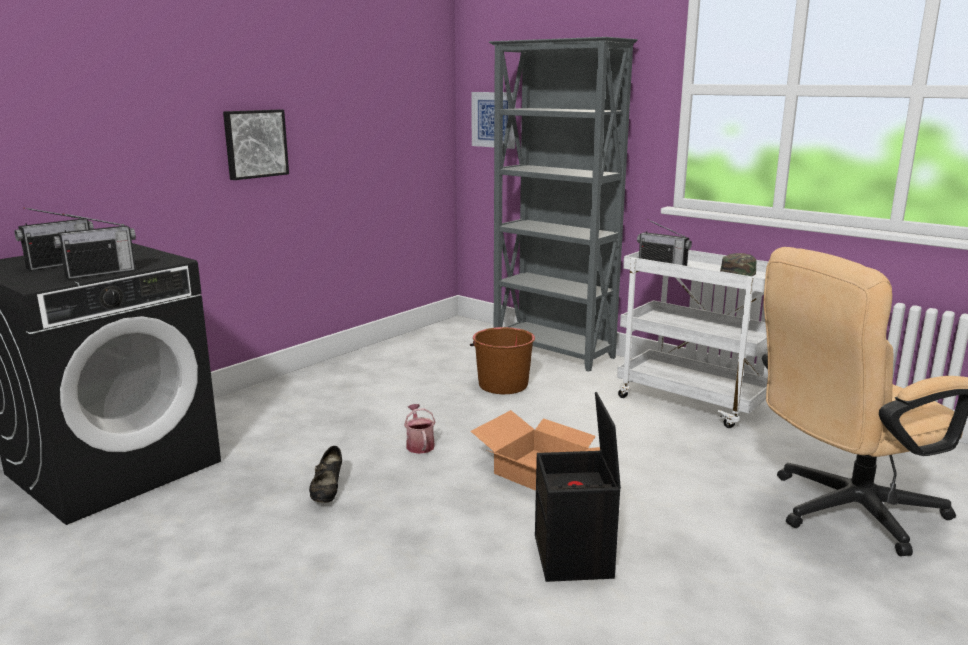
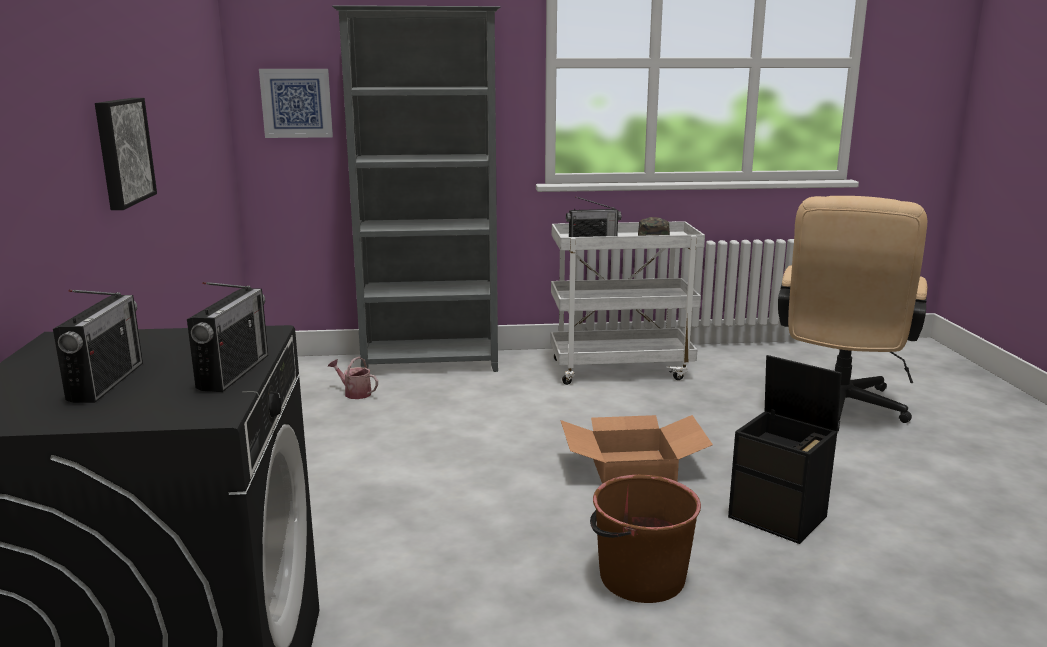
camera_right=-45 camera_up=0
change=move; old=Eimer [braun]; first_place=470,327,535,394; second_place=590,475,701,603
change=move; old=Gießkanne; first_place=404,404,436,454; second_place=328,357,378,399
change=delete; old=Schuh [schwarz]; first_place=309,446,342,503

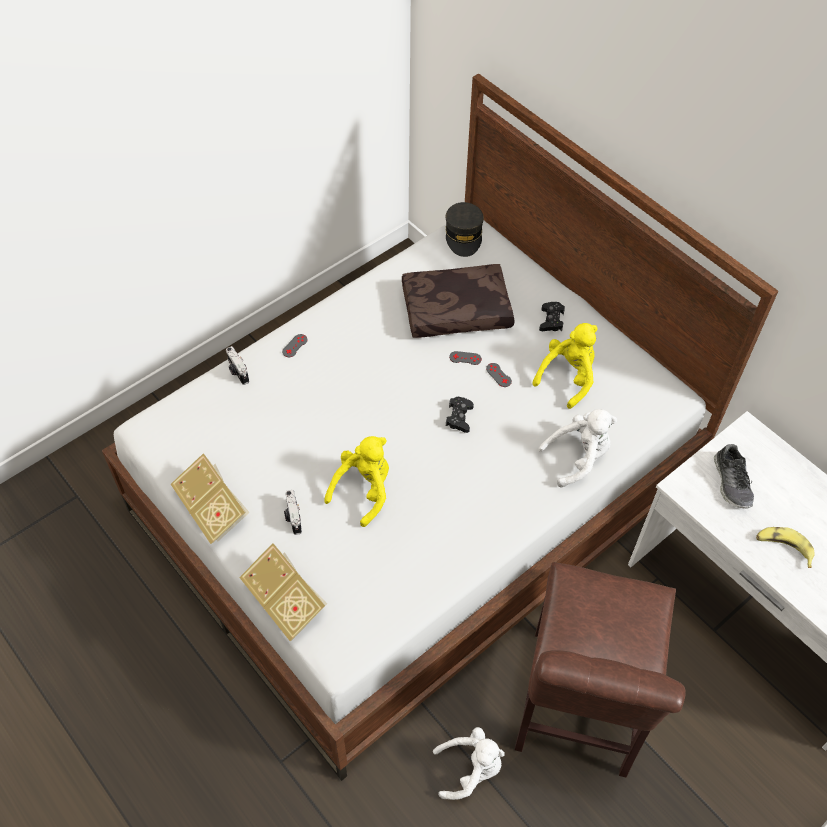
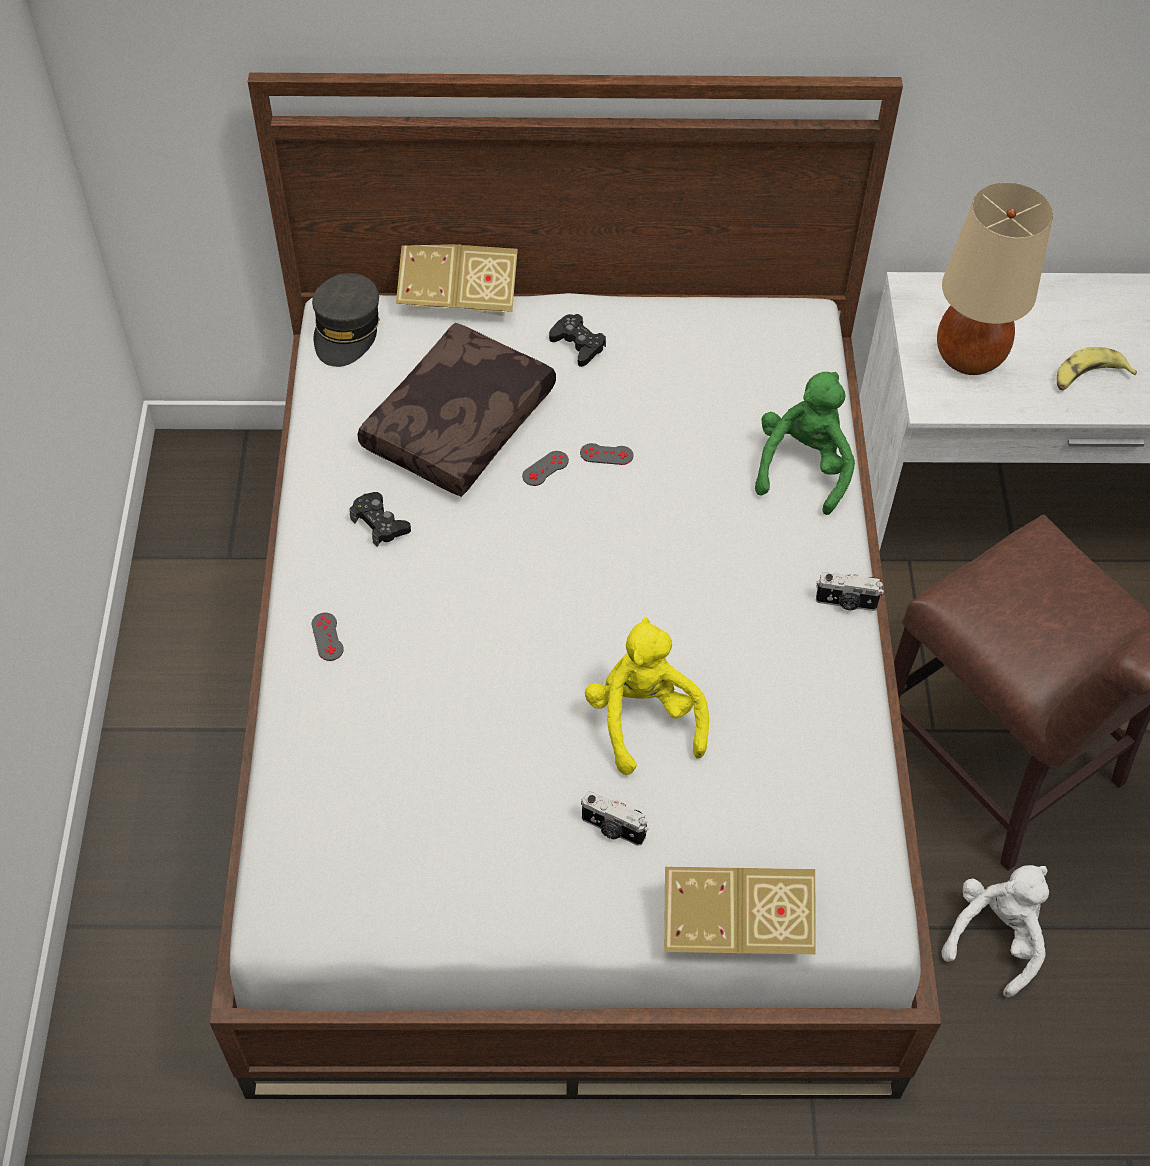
camera_right=-50 camera_up=0
change=rotate; old=Kappe [grau]; first_place=445,202,484,257; second_place=312,273,380,367; degrees=60
change=delete; old=Plüschtier [gelb]; first_place=533,323,598,409
change=move; old=Kamera; first_place=226,346,249,385; second_place=816,572,884,611
change=move; old=Gamepad [schwarz]; first_place=446,397,474,433; second_place=350,492,411,547
change=recolor; old=Plüschtier [weiß]; new=Plüschtier [grün]; first_place=538,409,617,487; second_place=755,372,855,515
change=replace; old=Schuh; new=Tischlampe [beige]; first_place=714,444,754,509; second_place=937,183,1053,375
change=move; old=Buch; first_place=171,453,250,544; second_place=396,244,518,316

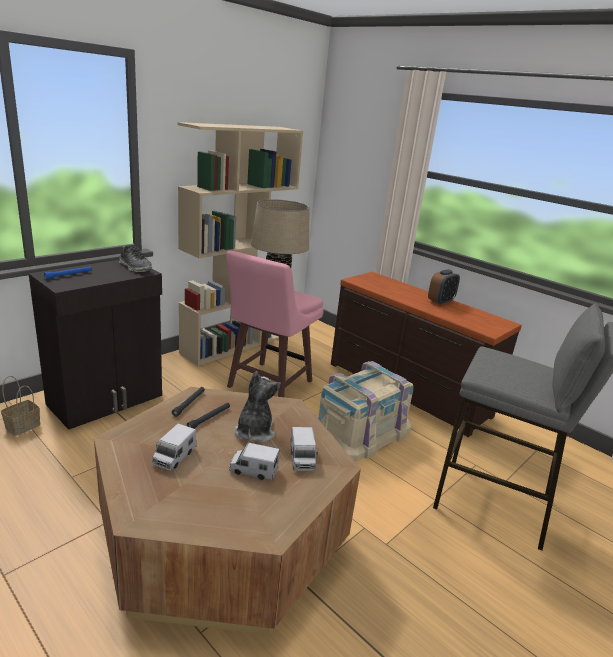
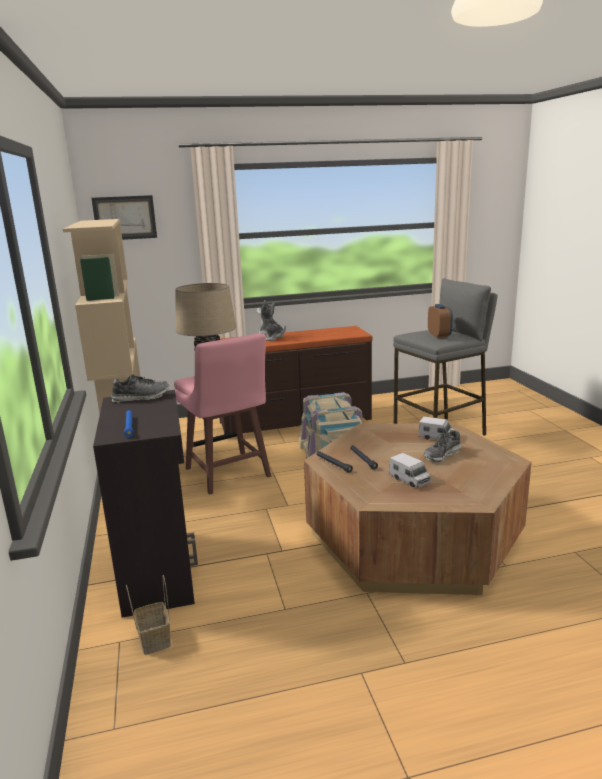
camera_right=-55 camera_up=-5
change=move; old=Wecker; first_place=428,269,460,305; second_place=428,304,453,338
change=move; old=Plüschtier; first_place=234,371,281,443; second_place=257,300,286,341
change=replace; old=Spielzeuglaster; new=Schuh; first_place=229,443,279,480; second_place=423,430,461,462
change=insert; new=Bild; second_place=91,195,157,240

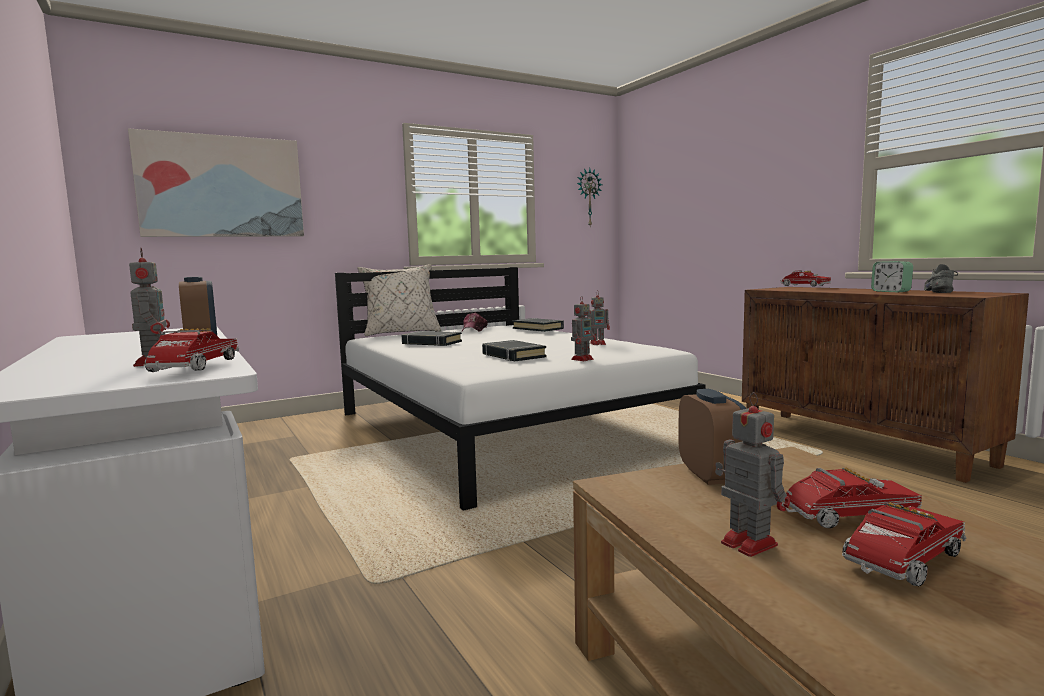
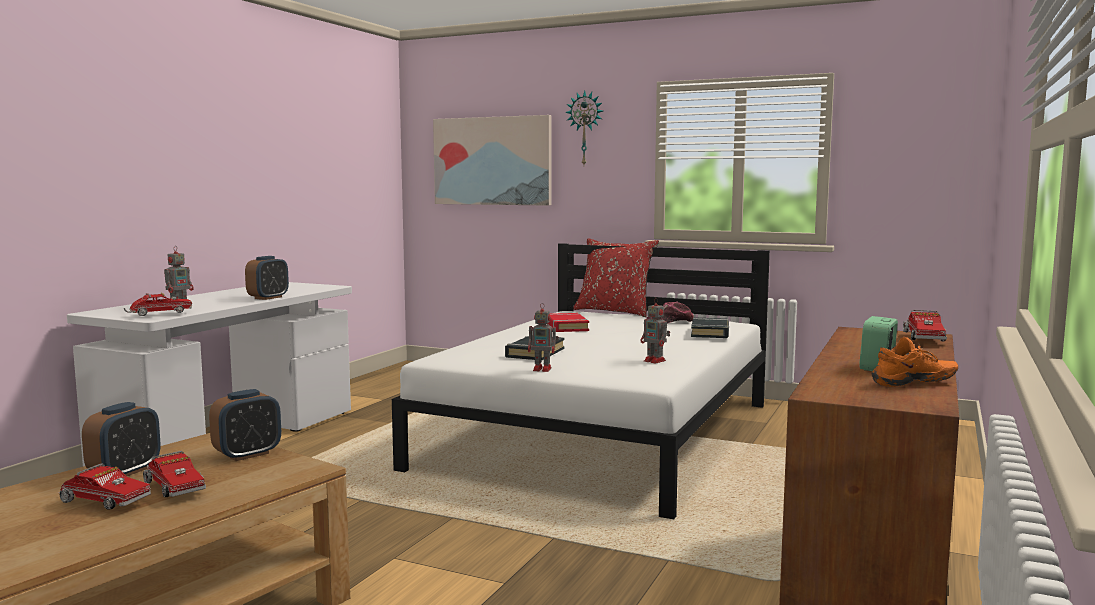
camera_right=55 camera_up=0
change=move; old=Wanduhr; first_place=577,168,602,226; second_place=565,90,603,165
change=recolor; old=Kissen [beige]; new=Kissen [rot]; first_place=357,264,441,336; second_place=573,238,659,317
change=recolor; old=Schuh [grau]; new=Schuh [orange]; first_place=924,264,958,293; second_place=872,337,958,387
change=recolor; old=Buch [schwarz]; new=Buch [rot]; first_place=402,331,462,346; second_place=547,313,589,332
change=replace; old=Spielzeugroboter; new=Wecker; first_place=715,392,790,557; second_place=82,402,160,476

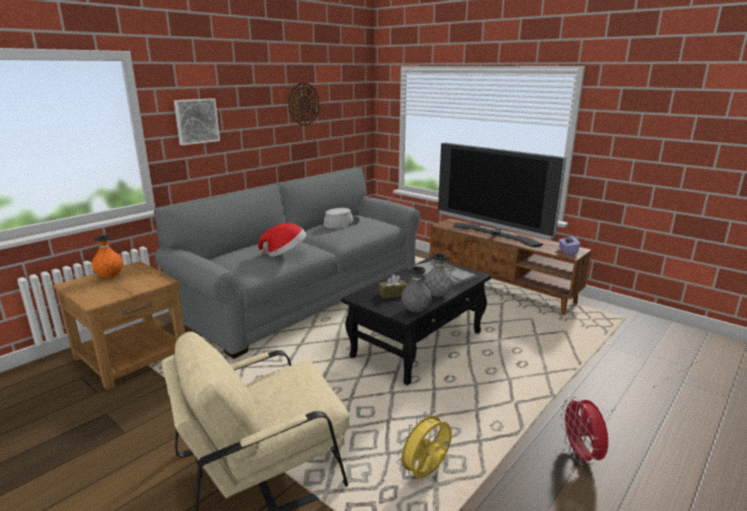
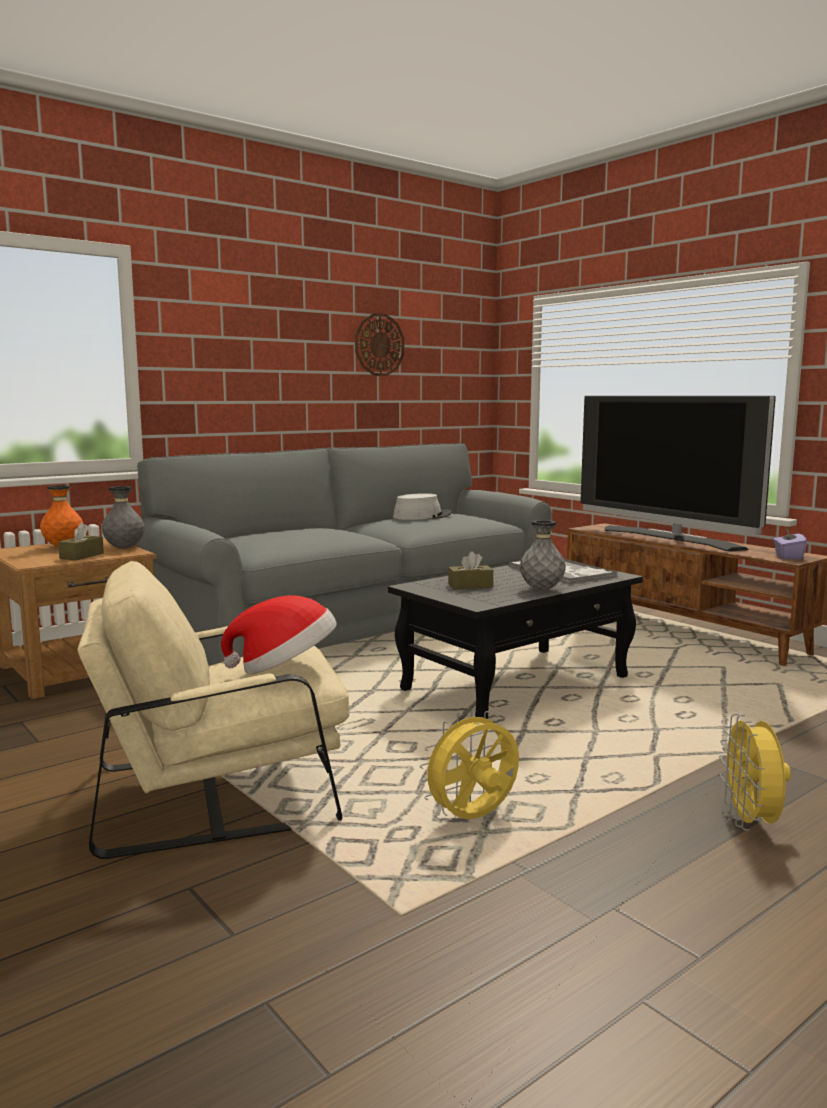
camera_right=10 camera_up=-10
change=delete; old=Bild; first_place=174,98,220,145
change=move; old=Hut; first_place=258,223,306,257; second_place=221,595,337,674
change=move; old=Vase [grau]; first_place=401,266,431,312; second_place=101,486,144,549
change=recolor; old=Ventilator [rot]; new=Ventilator [gelb]; first_place=560,397,608,465; second_place=719,714,791,831
change=insert; new=Taschentuchbox [braun]; second_place=58,523,104,560

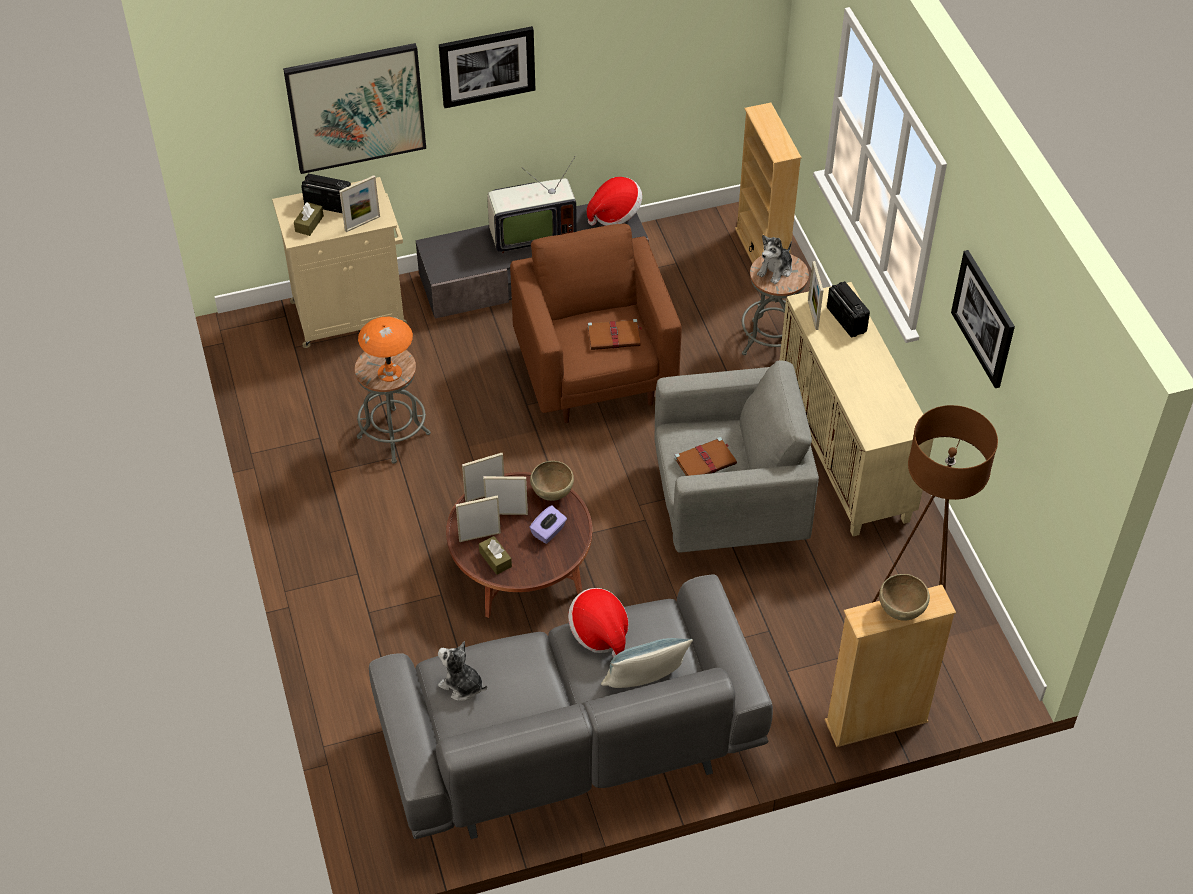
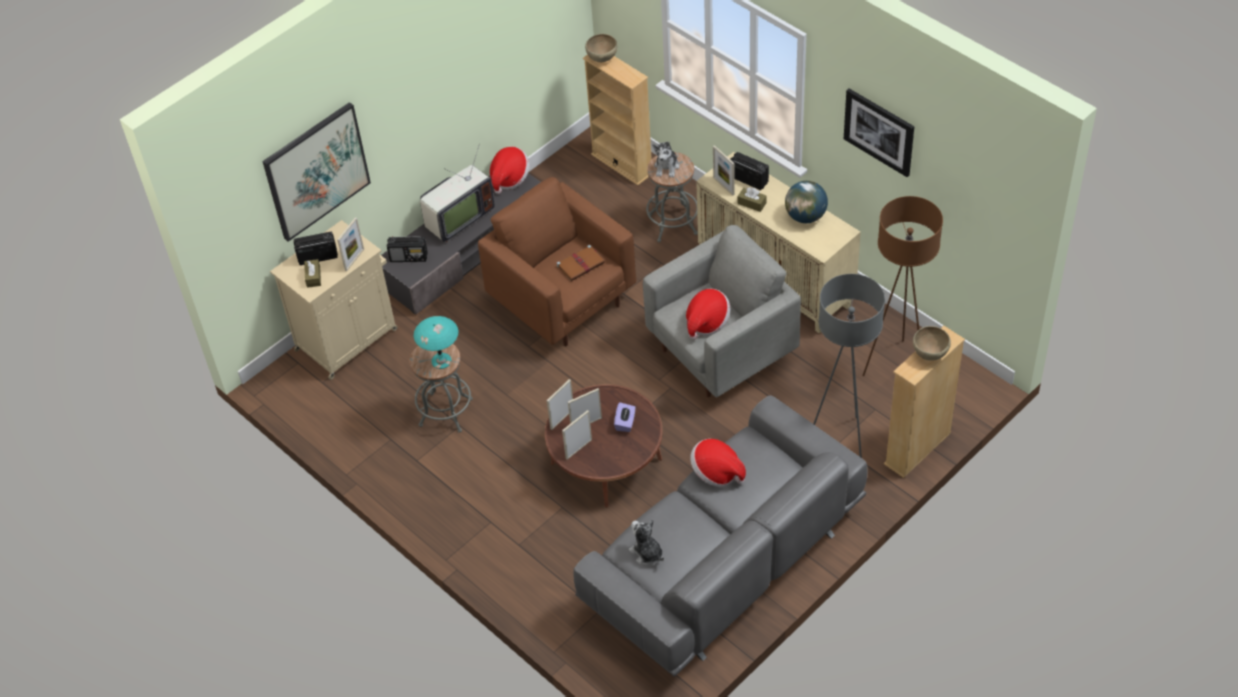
camera_right=-25 camera_up=0
change=delete; old=Bild; first_place=439,26,535,108
change=recolor; old=Tischlampe [orange]; new=Tischlampe [türkis]; first_place=358,317,413,382; second_place=414,316,458,369
change=replace; old=Buch [braun]; new=Hut; first_place=674,437,737,476; second_place=686,289,731,340
change=move; old=Schüssel [braun]; first_place=530,461,574,501; second_place=585,34,617,62
change=move; old=Taschentuchbox [braun]; first_place=479,536,512,575; second_place=738,187,766,212
change=delete; old=Kissen; first_place=601,638,693,688
change=rotate; old=Plüschtier; first_place=438,641,487,701; second_place=629,519,664,566; degrees=45
change=insert; new=Globus; second_place=785,181,828,223
change=insert; new=Radio; second_place=387,236,428,262
change=insert; new=Stehlampe [grau]; second_place=813,274,885,458

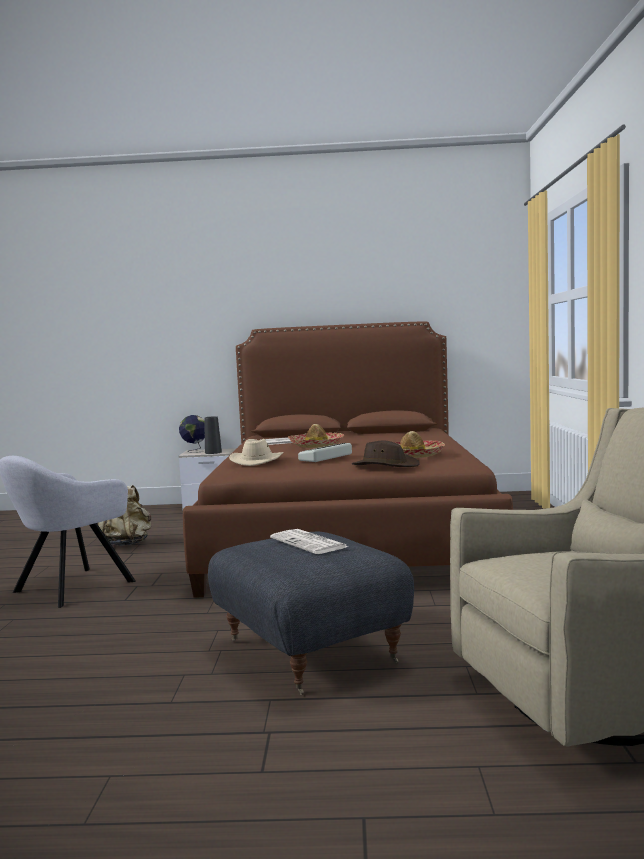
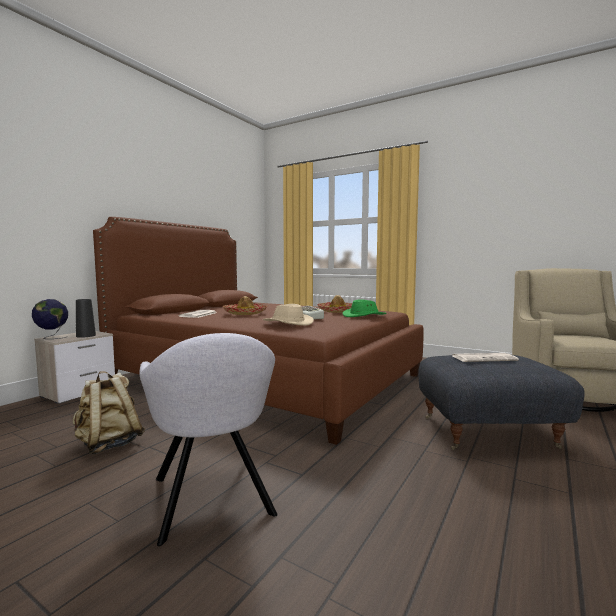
camera_right=-60 camera_up=0
change=recolor; old=Hut [braun]; new=Hut [grün]; first_place=352,441,420,467; second_place=343,299,387,317

